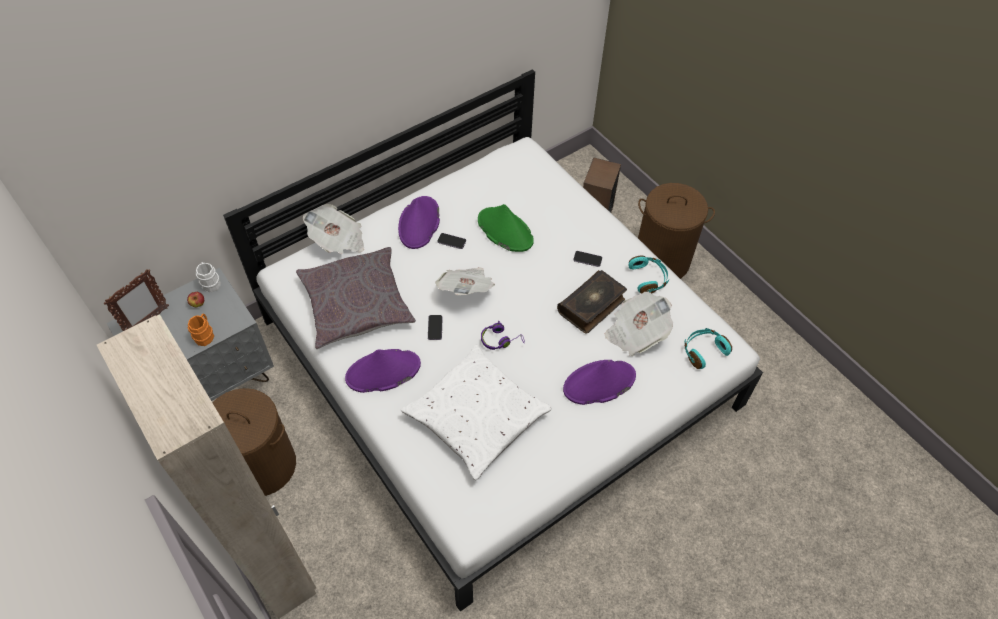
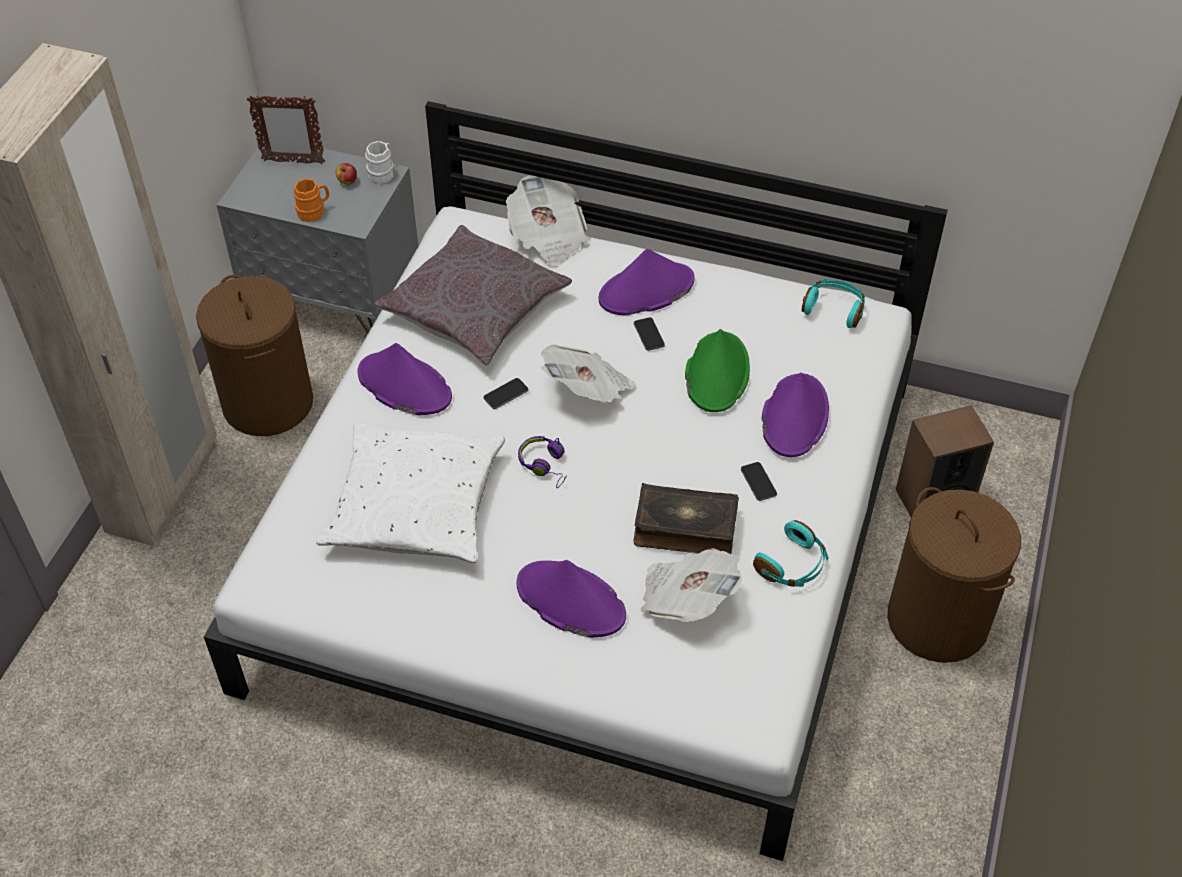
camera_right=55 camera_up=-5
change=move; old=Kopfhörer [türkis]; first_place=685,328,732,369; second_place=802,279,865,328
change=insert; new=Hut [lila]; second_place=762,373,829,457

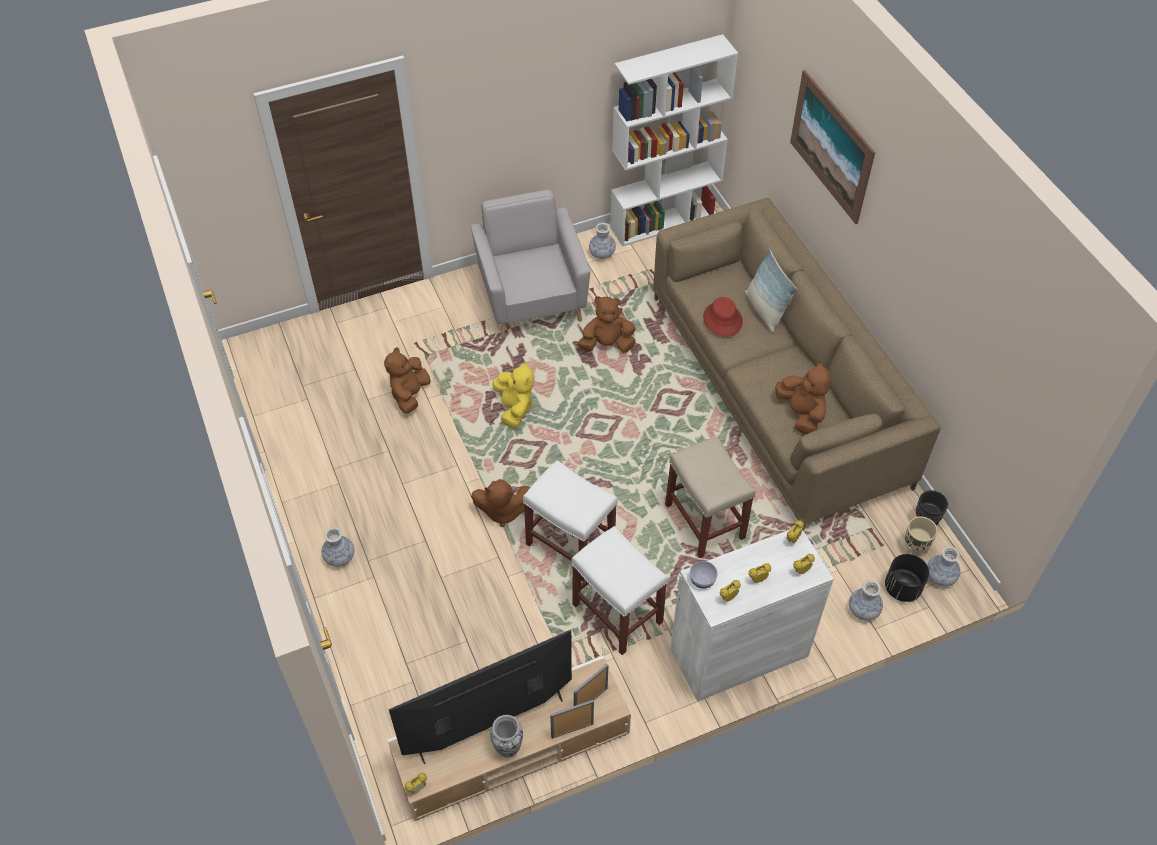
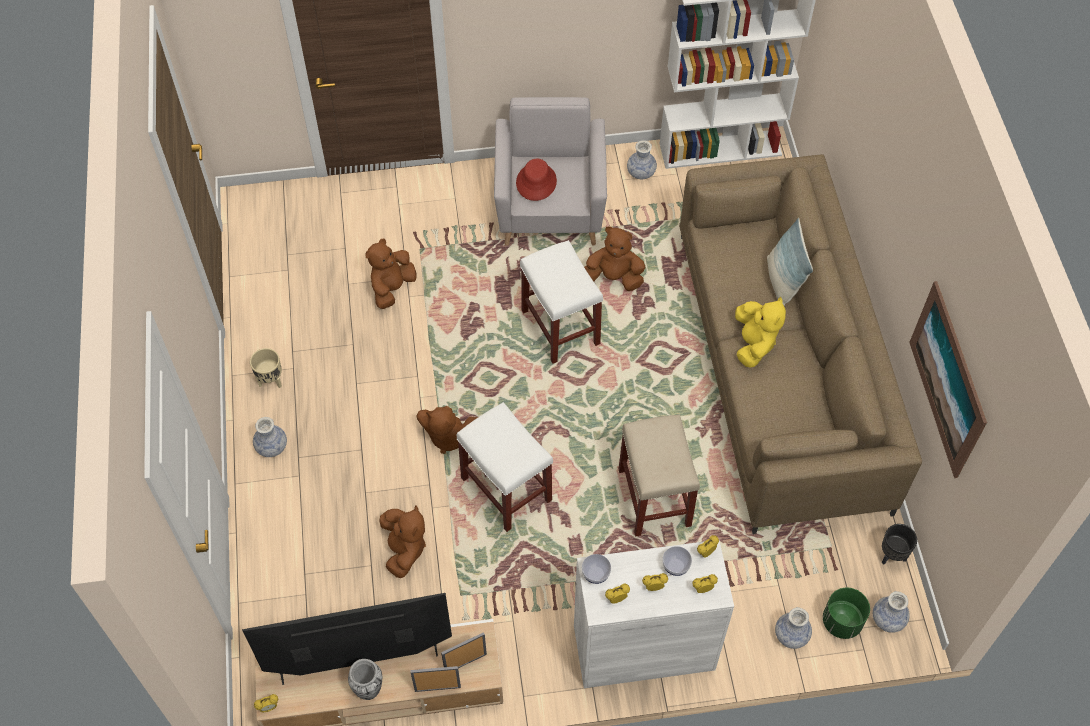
camera_right=15 camera_up=5
change=move; old=Bild; first_place=790,70,875,224; second_place=909,281,987,478
change=move; old=Hut [rot]; first_place=703,297,743,337; second_place=516,158,557,201
change=move; old=Plüschtier [gelb]; first_place=493,361,534,428; second_place=735,297,786,368
change=move; old=Plüschtier [braun]; first_place=775,361,831,434; second_place=379,506,426,578
change=move; old=Pflanzkübel [beige]; first_place=905,516,938,554; second_place=250,348,282,388
change=move; old=Hocker [weiß]; first_place=571,526,668,655; second_place=520,240,603,364
change=recolor; old=Pflanzkübel [schwarz]; new=Pflanzkübel [grün]; first_place=885,554,929,602; second_place=823,588,870,639
change=insert; new=Schüssel; second_place=663,546,692,576

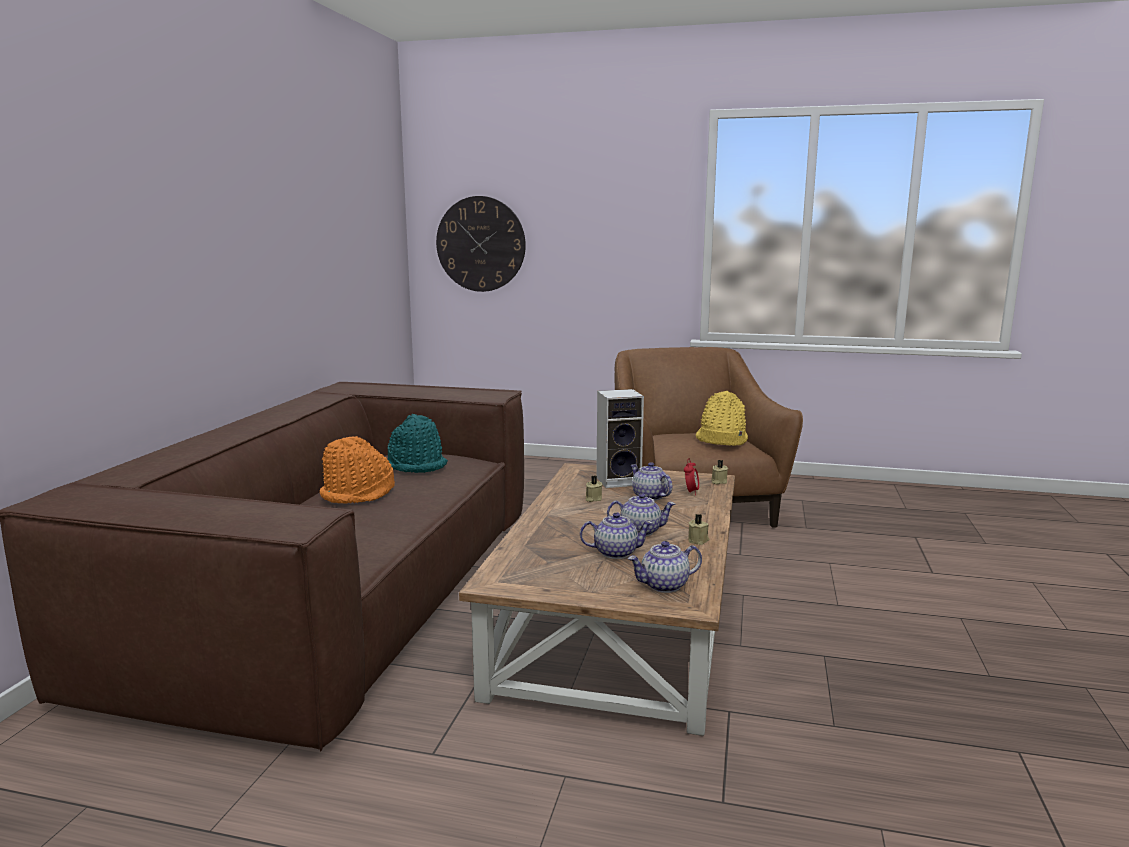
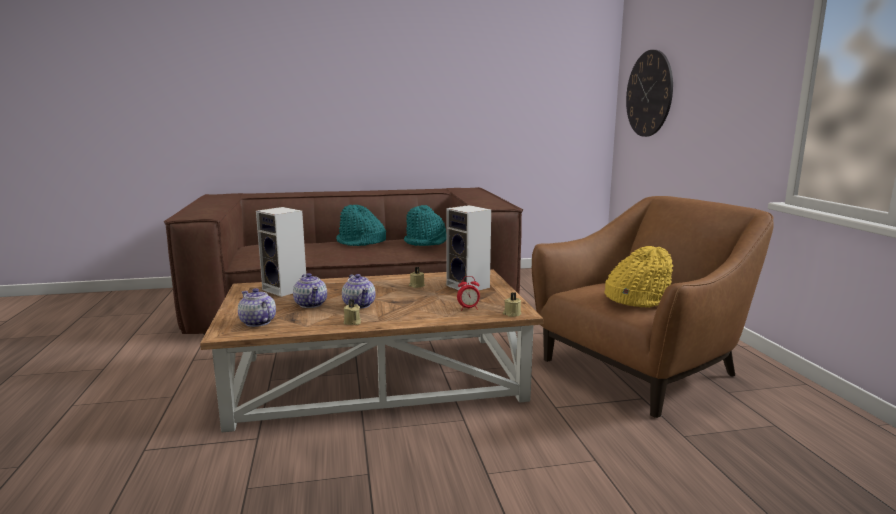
camera_right=65 camera_up=0
change=recolor; old=Hut [orange]; new=Hut [türkis]; first_place=320,436,395,503; second_place=336,205,386,246
change=delete; old=Teekanne; first_place=631,462,673,501
change=insert; new=Lautsprecher; second_place=256,207,306,297

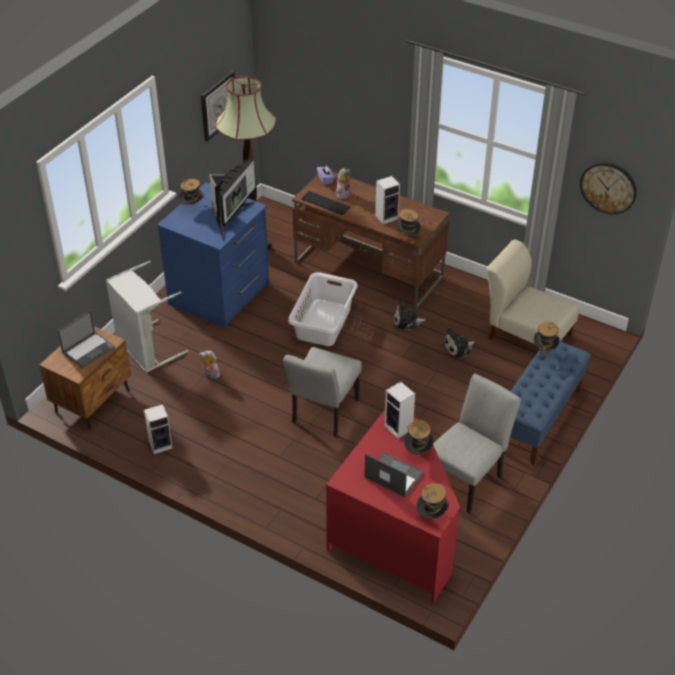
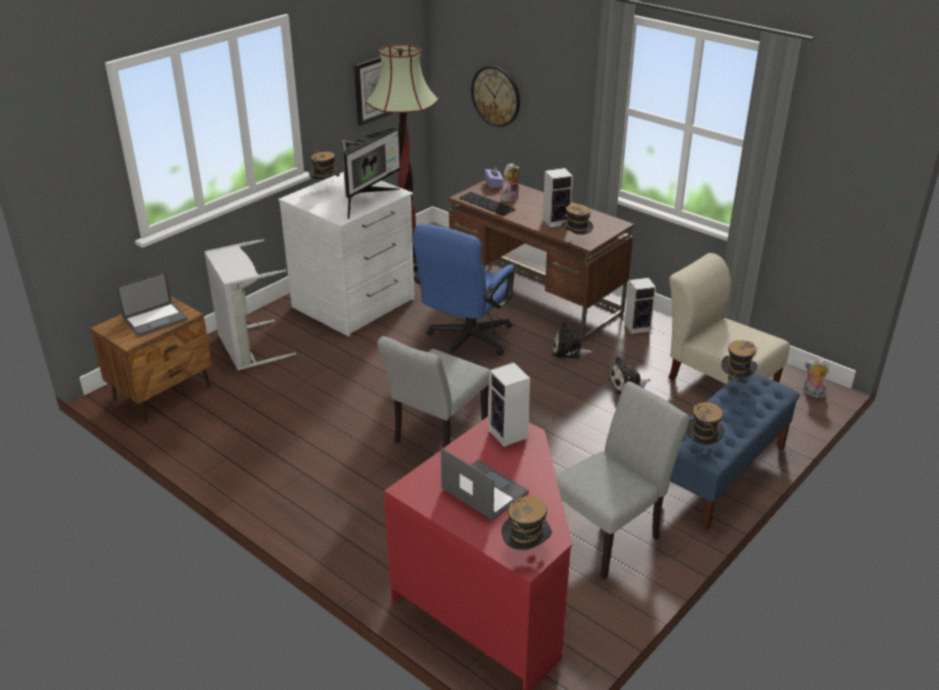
camera_right=10 camera_up=-10
change=move; old=Wanduhr; first_place=580,162,637,214; second_place=471,66,520,127
change=recolor; old=Kommode [blau]; new=Kommode [weiß]; first_place=157,182,269,328; second_place=278,172,415,337
change=replace; old=Wäschekorb [weiß]; new=Bürostuhl [blau]; first_place=288,272,358,346; second_place=413,224,515,356
change=move; old=Plüschtier; first_place=199,351,220,379; second_place=804,358,830,398
change=move; old=Lautsprecher; first_place=144,404,173,454; second_place=624,278,656,334
change=move; old=Hut; first_place=404,420,434,455; second_place=686,402,725,445

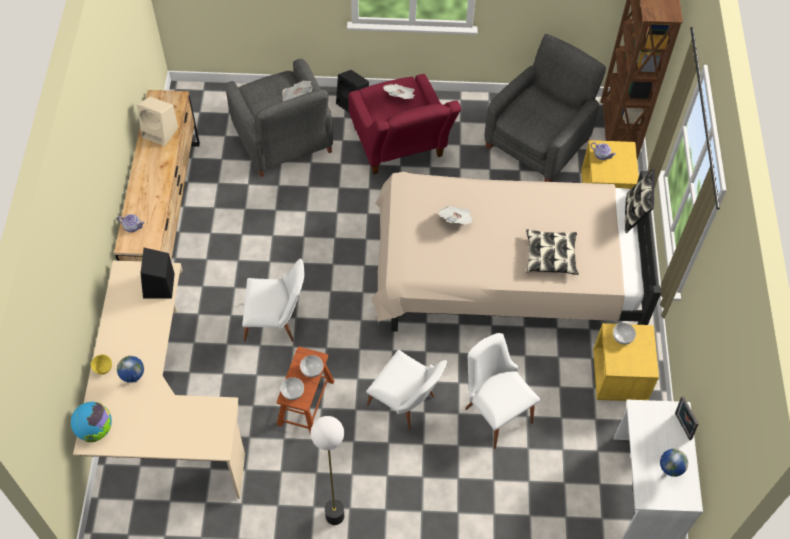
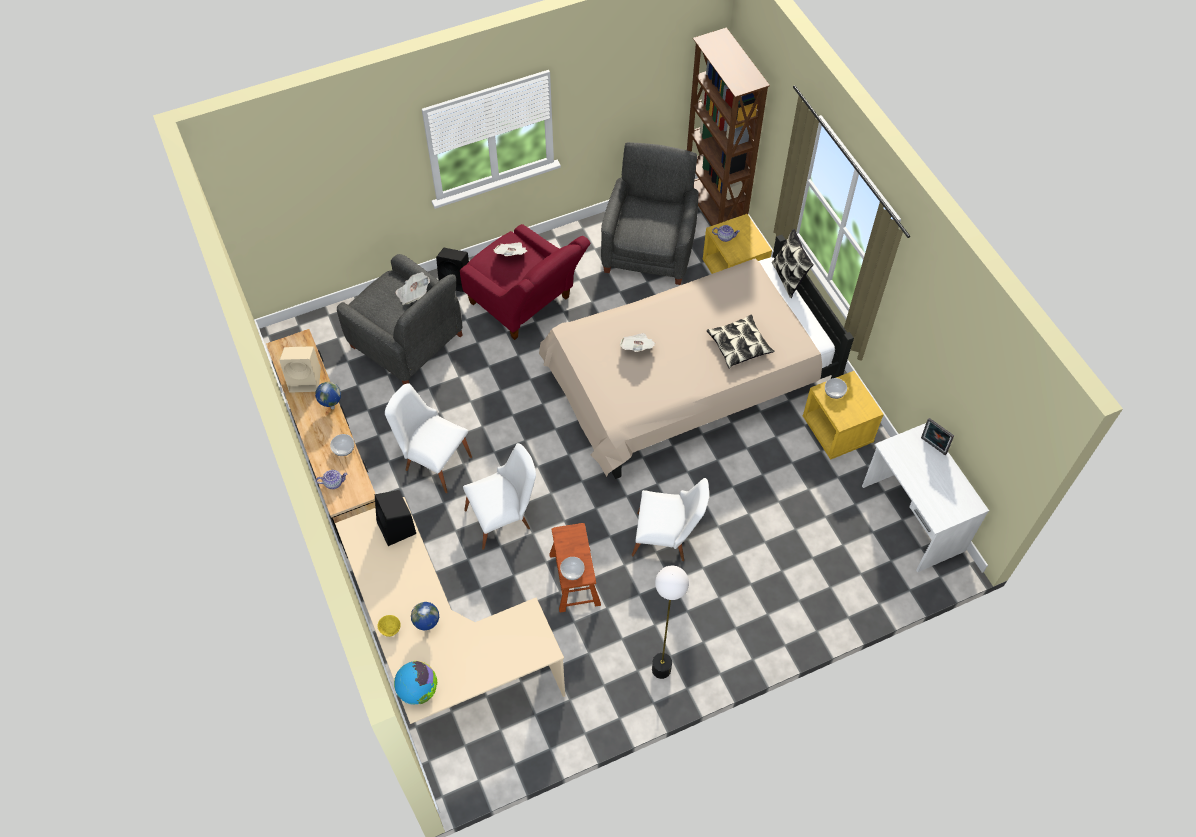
camera_right=-25 camera_up=0
change=move; old=Stuhl [weiß]; first_place=465,333,540,449; second_place=385,384,472,493
change=move; old=Schüssel; first_place=300,355,323,378; second_place=330,434,354,456
change=move; old=Globus; first_place=660,449,688,477; second_place=315,382,341,409

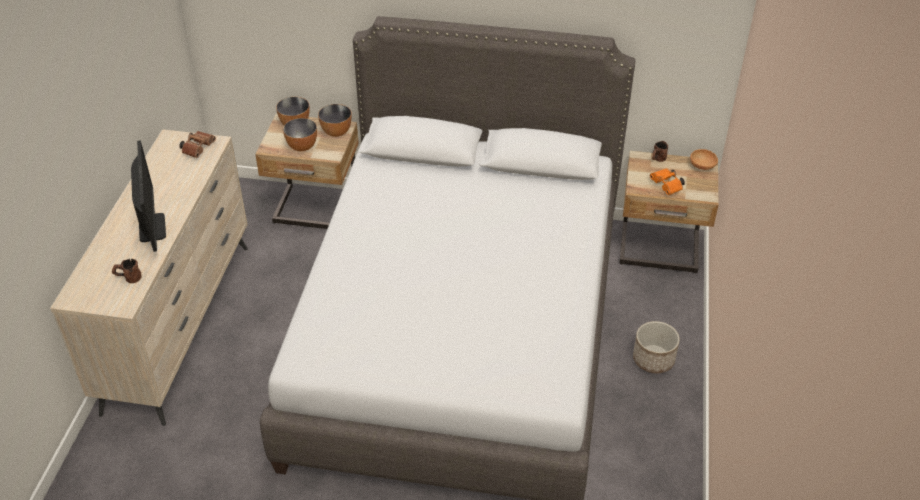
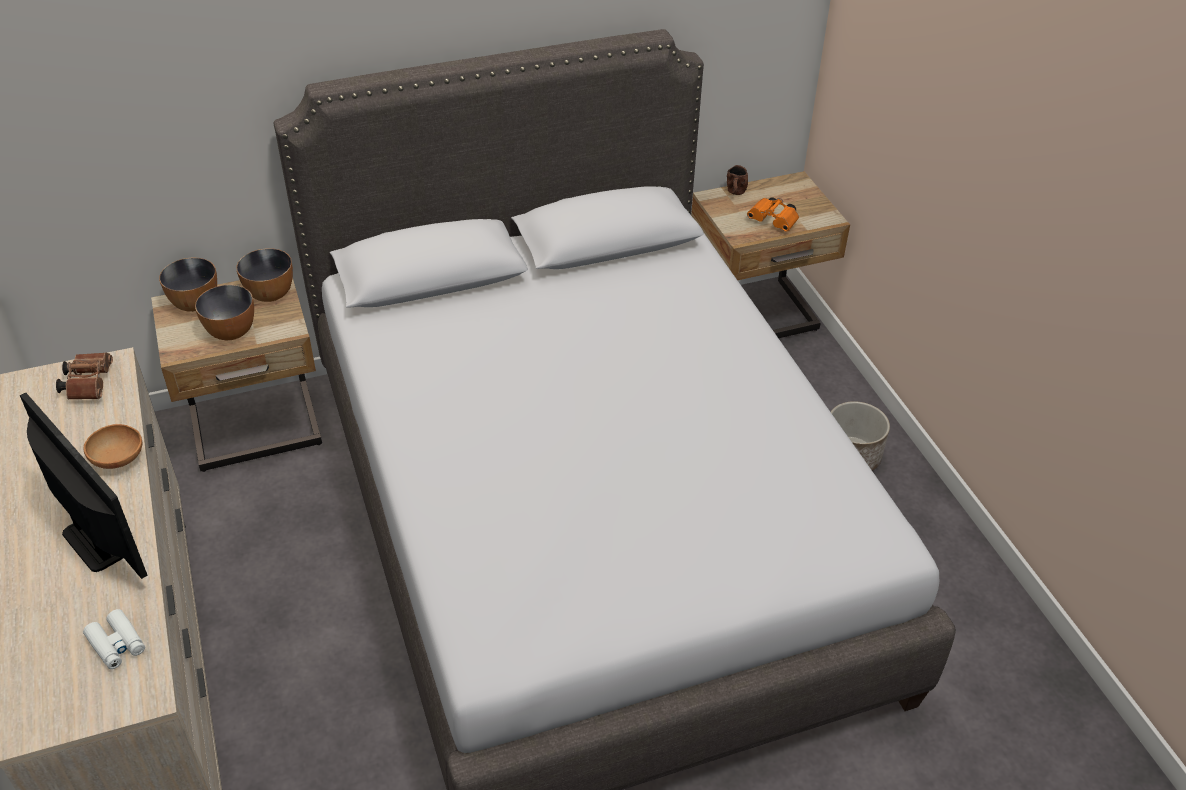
camera_right=-30 camera_up=0
change=move; old=Schüssel [braun]; first_place=690,149,718,170; second_place=84,424,142,469
change=replace; old=Henkelbecher [braun]; new=Fernglas [weiß]; first_place=112,259,142,283; second_place=83,609,145,669

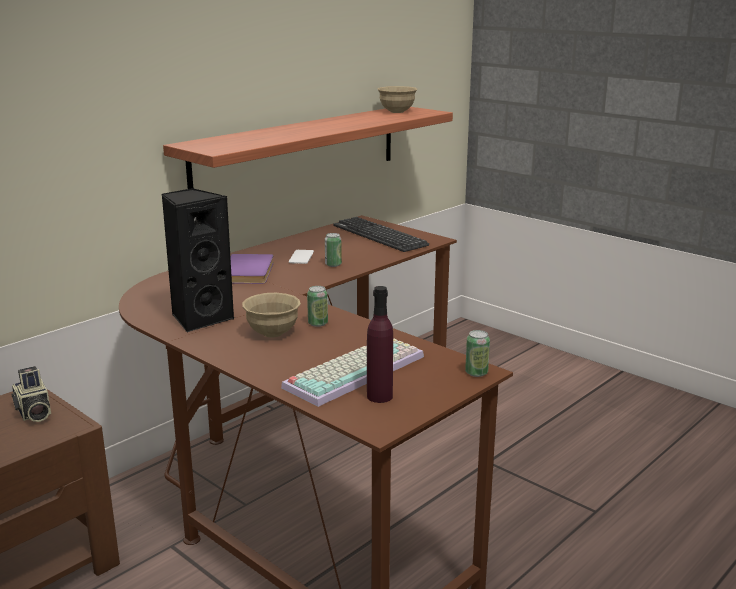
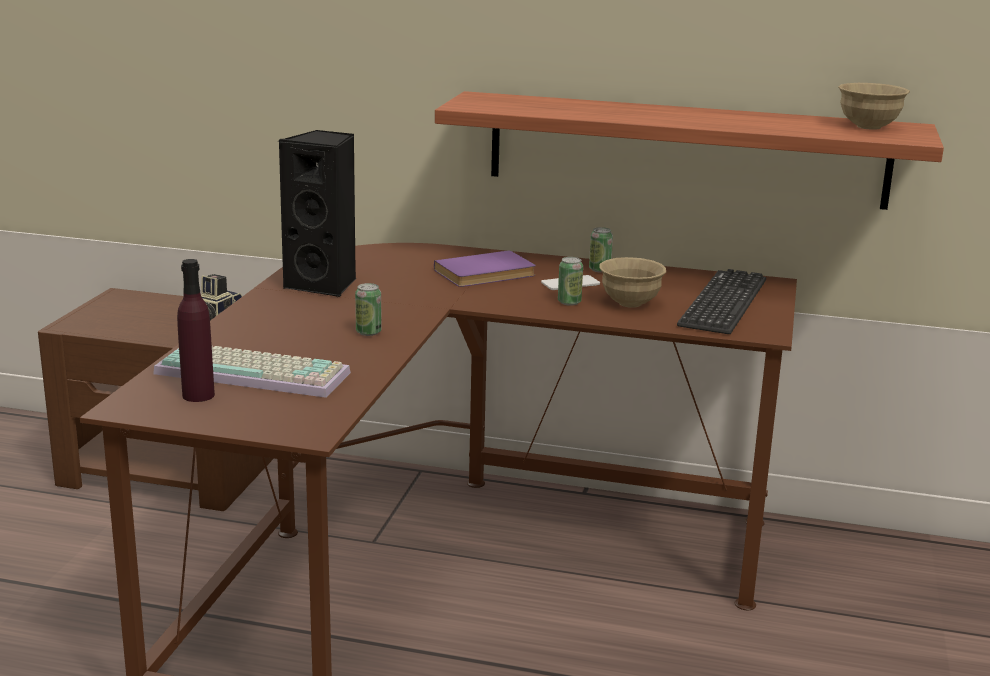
camera_right=60 camera_up=0
change=move; old=Schüssel [beige]; first_place=242,293,301,338; second_place=599,257,666,308
change=move; old=Dose; first_place=465,330,490,377; second_place=589,227,613,273

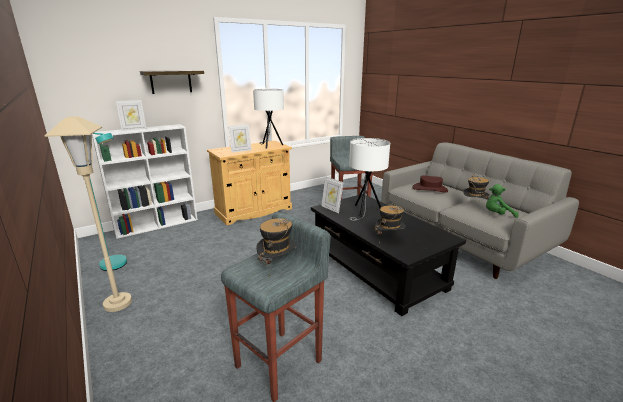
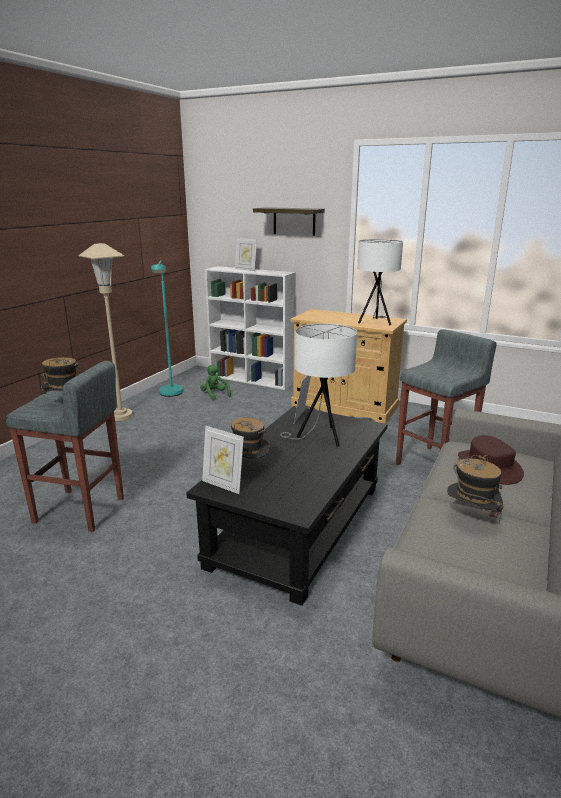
camera_right=60 camera_up=0
change=move; old=Bilderrahmen; first_place=228,124,252,152; second_place=202,426,244,494
change=move; old=Plüschtier [grün]; first_place=486,184,519,218; second_place=200,365,231,400

